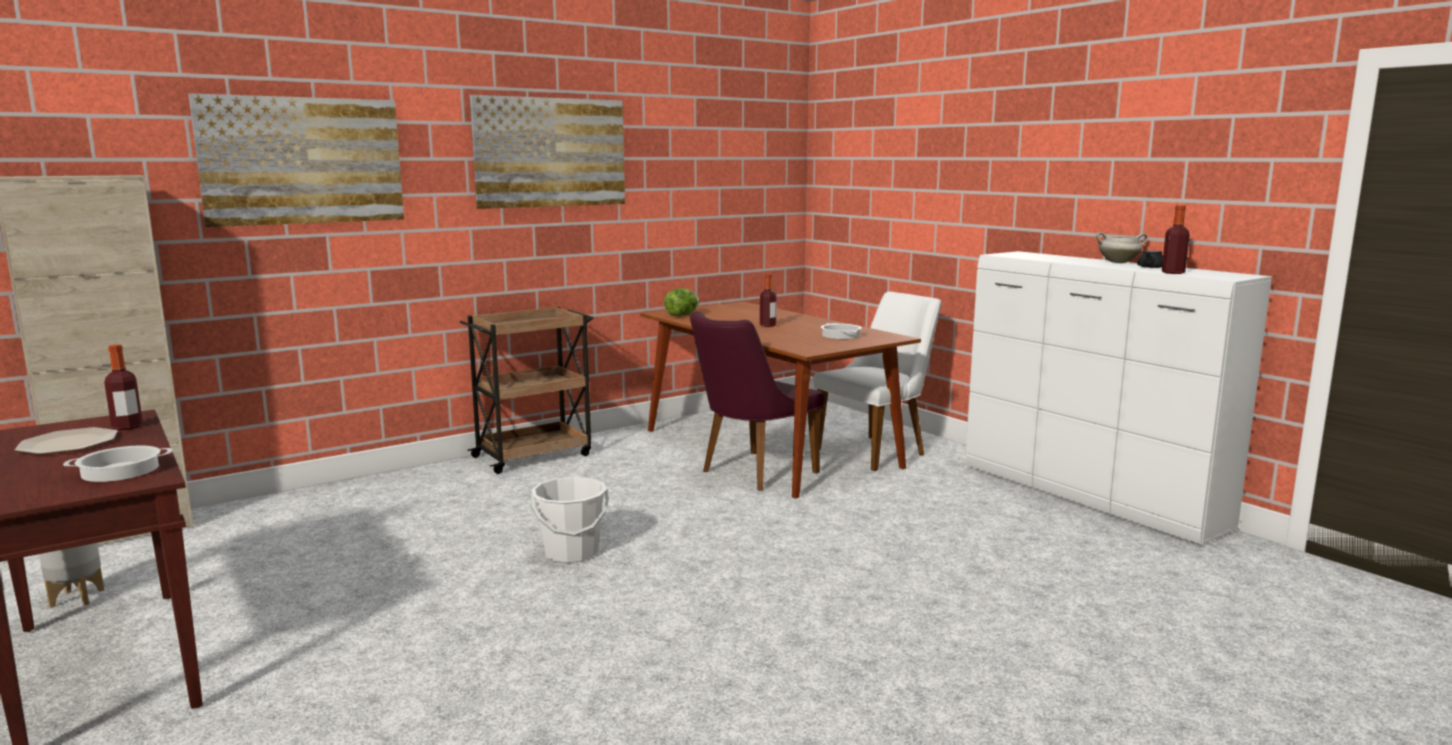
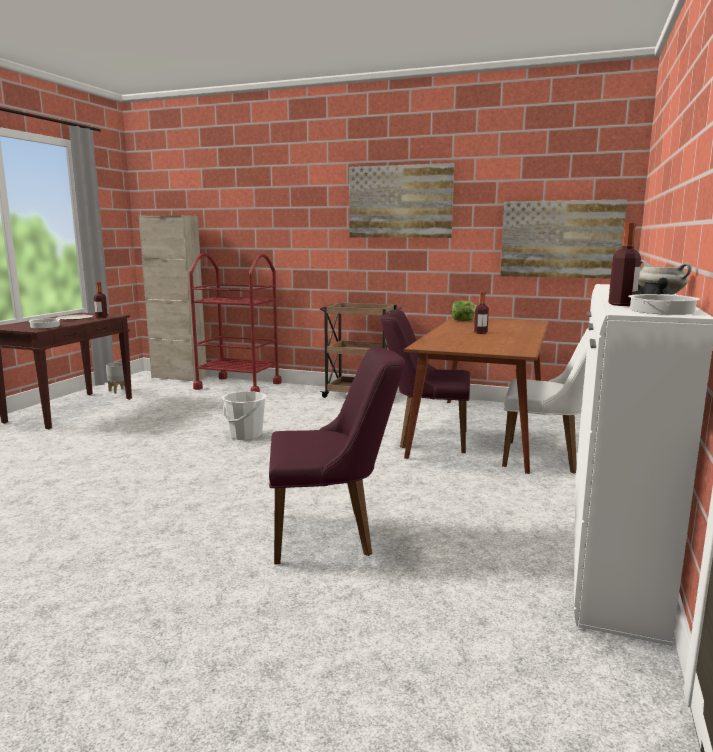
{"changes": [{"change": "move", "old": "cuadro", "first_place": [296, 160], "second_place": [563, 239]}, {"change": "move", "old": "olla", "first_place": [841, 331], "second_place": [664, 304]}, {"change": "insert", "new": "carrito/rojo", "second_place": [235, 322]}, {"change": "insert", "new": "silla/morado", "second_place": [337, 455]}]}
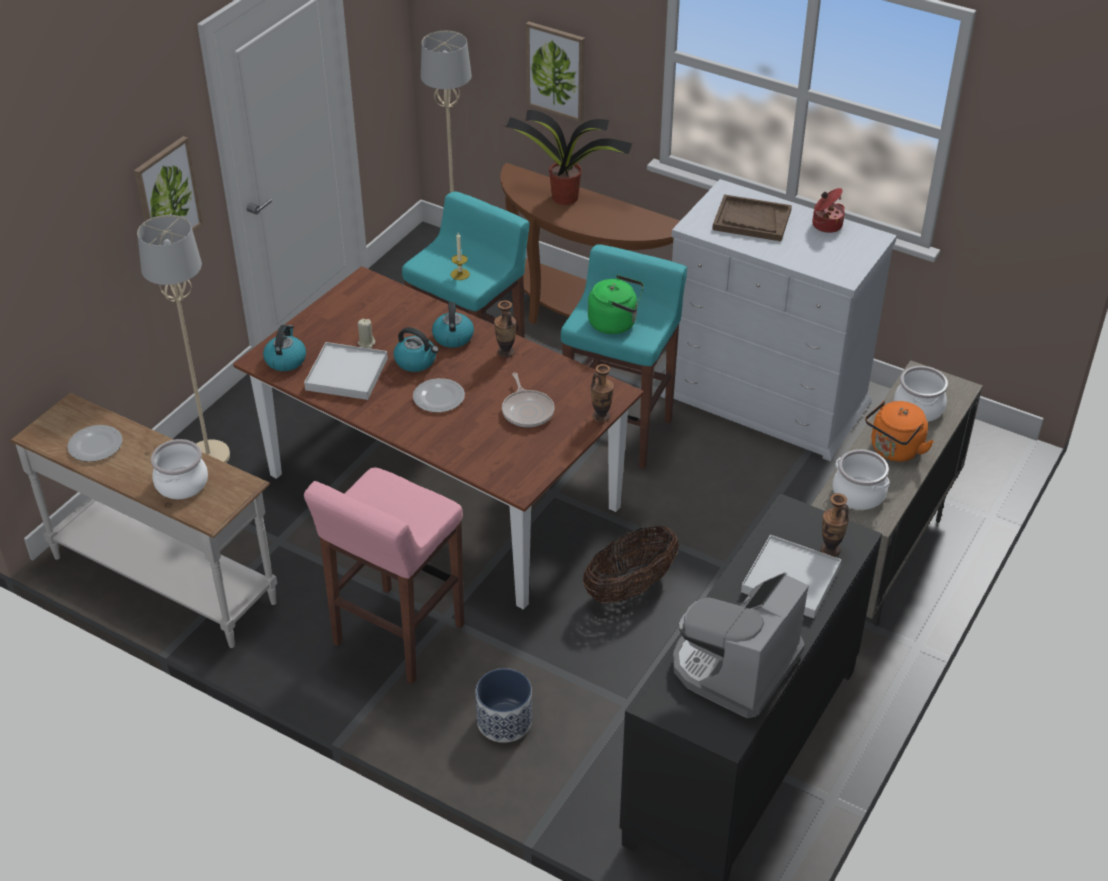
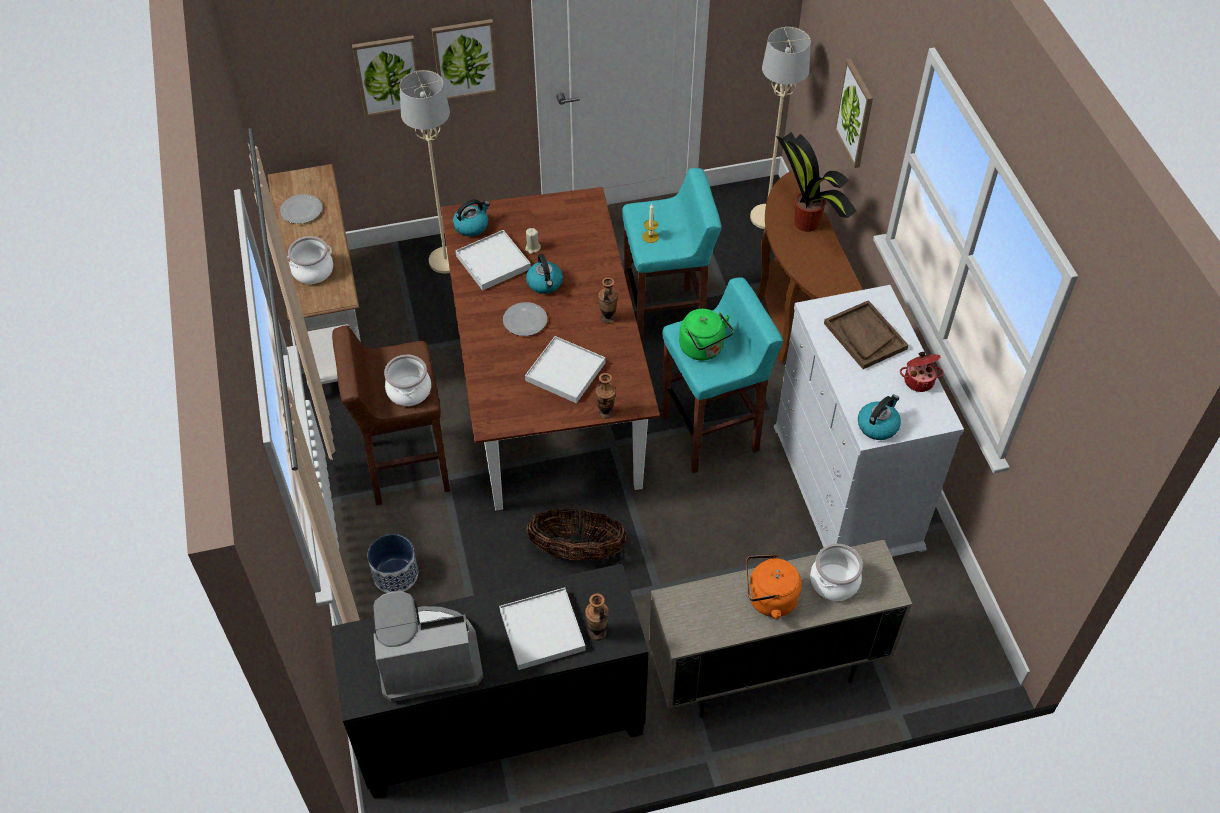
{"changes": [{"change": "recolor", "old": "taburete/rosa", "new": "taburete/marrón", "first_place": [384, 575], "second_place": [391, 415]}, {"change": "move", "old": "hervidor", "first_place": [453, 325], "second_place": [879, 417]}, {"change": "replace", "old": "sartén", "new": "bandeja/blanco", "first_place": [528, 399], "second_place": [565, 369]}, {"change": "move", "old": "olla", "first_place": [861, 479], "second_place": [407, 380]}, {"change": "insert", "new": "cuadro", "second_place": [385, 76]}]}
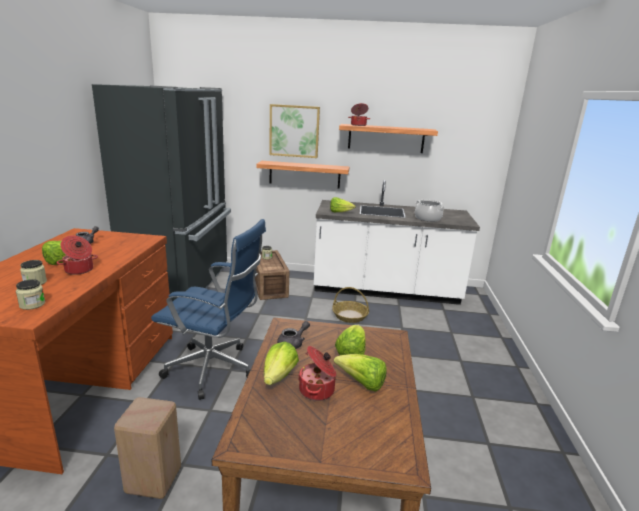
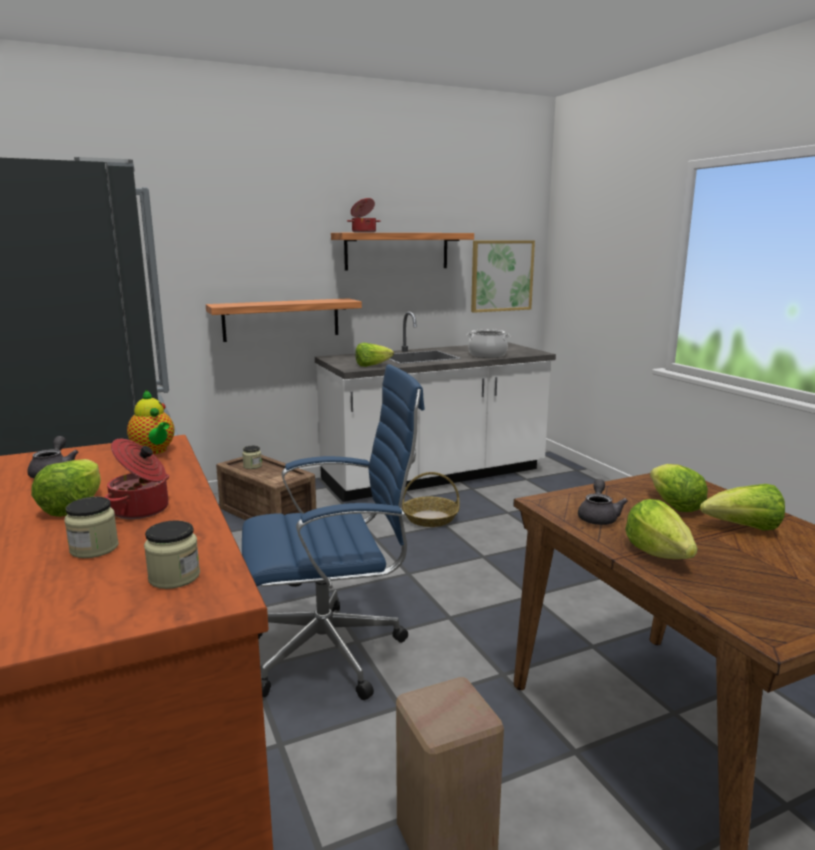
{"changes": [{"change": "move", "old": "cuadro", "first_place": [294, 131], "second_place": [503, 276]}, {"change": "delete", "old": "olla", "first_place": [317, 373]}, {"change": "insert", "new": "tetera", "second_place": [151, 421]}]}
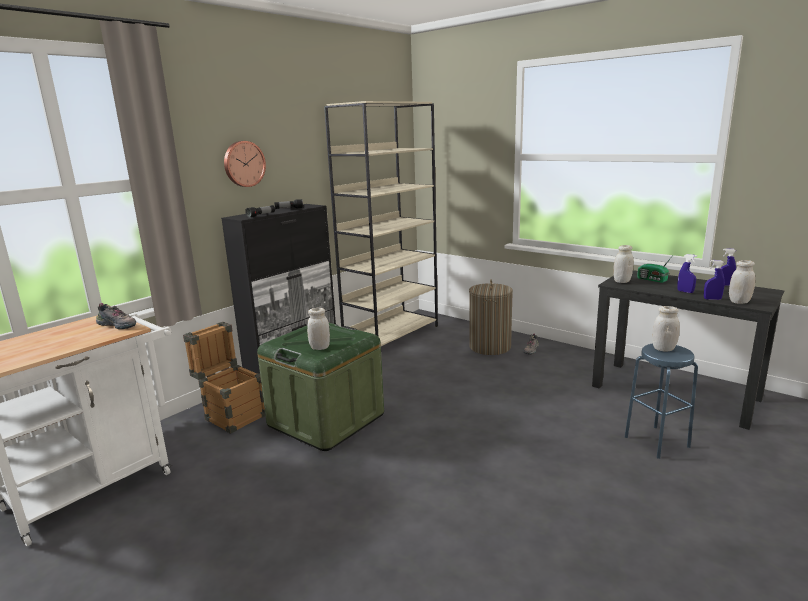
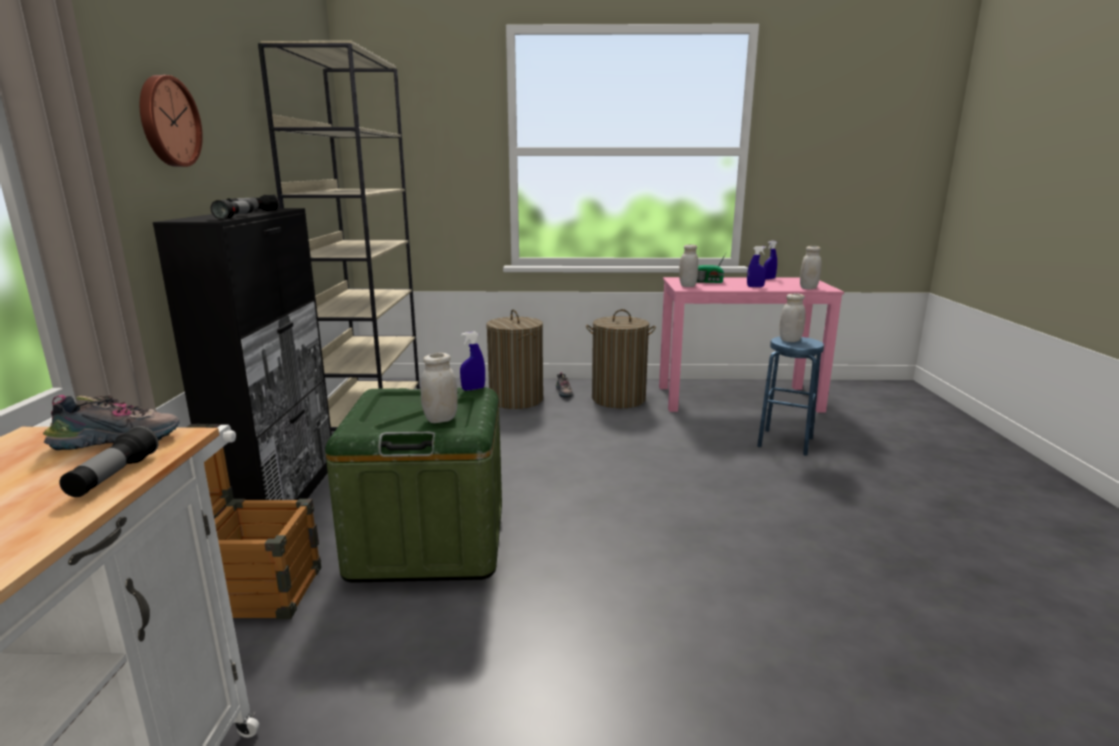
{"changes": [{"change": "recolor", "old": "escritorio/negro", "new": "escritorio/rosa", "first_place": [688, 350], "second_place": [751, 345]}, {"change": "move", "old": "pulverizador/azul", "first_place": [714, 280], "second_place": [472, 361]}, {"change": "insert", "new": "linterna", "second_place": [109, 461]}, {"change": "insert", "new": "cesto de la ropa", "second_place": [621, 358]}]}
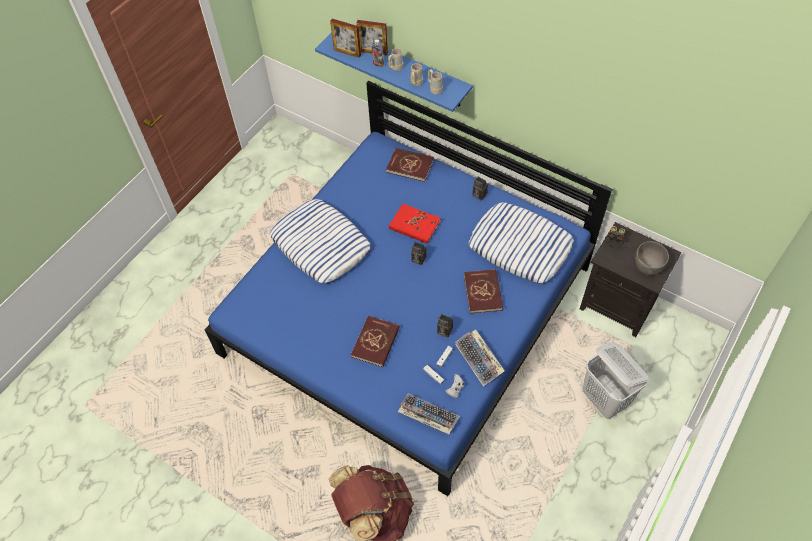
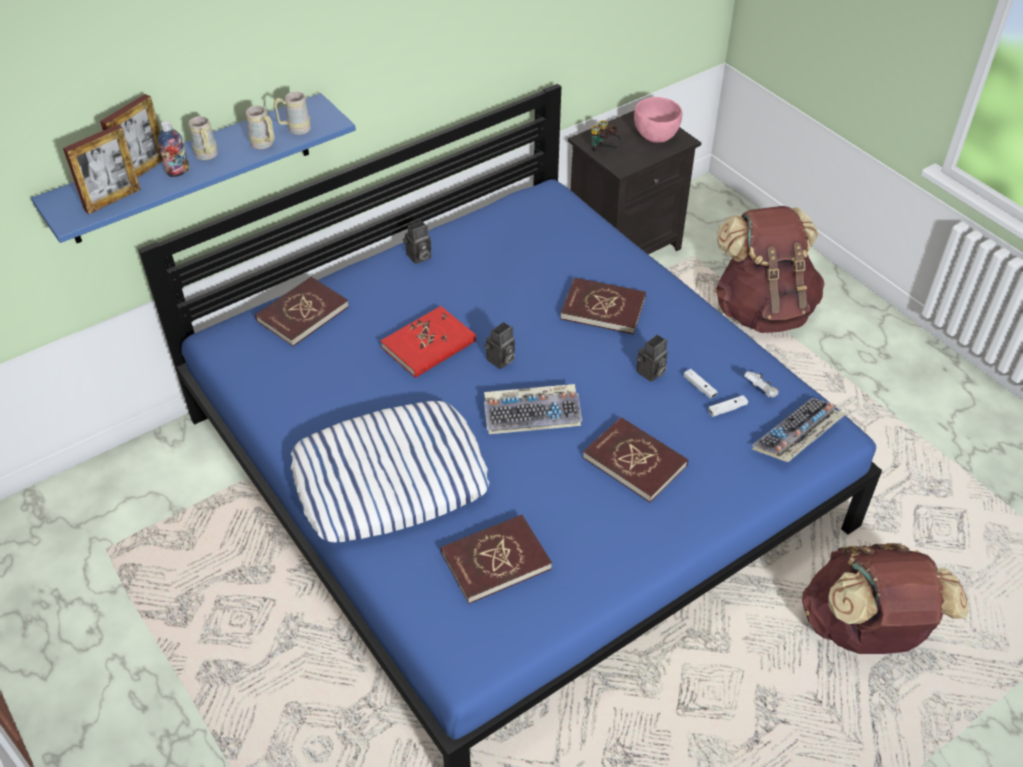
{"changes": [{"change": "move", "old": "teclado", "first_place": [480, 358], "second_place": [533, 409]}, {"change": "delete", "old": "cojín", "first_place": [521, 242]}, {"change": "replace", "old": "cesto de la ropa/blanco", "new": "mochila/marrón", "first_place": [616, 381], "second_place": [769, 269]}, {"change": "recolor", "old": "cuenco/gris", "new": "cuenco/rosa", "first_place": [652, 258], "second_place": [658, 120]}, {"change": "insert", "new": "libro/rojo", "second_place": [496, 559]}]}
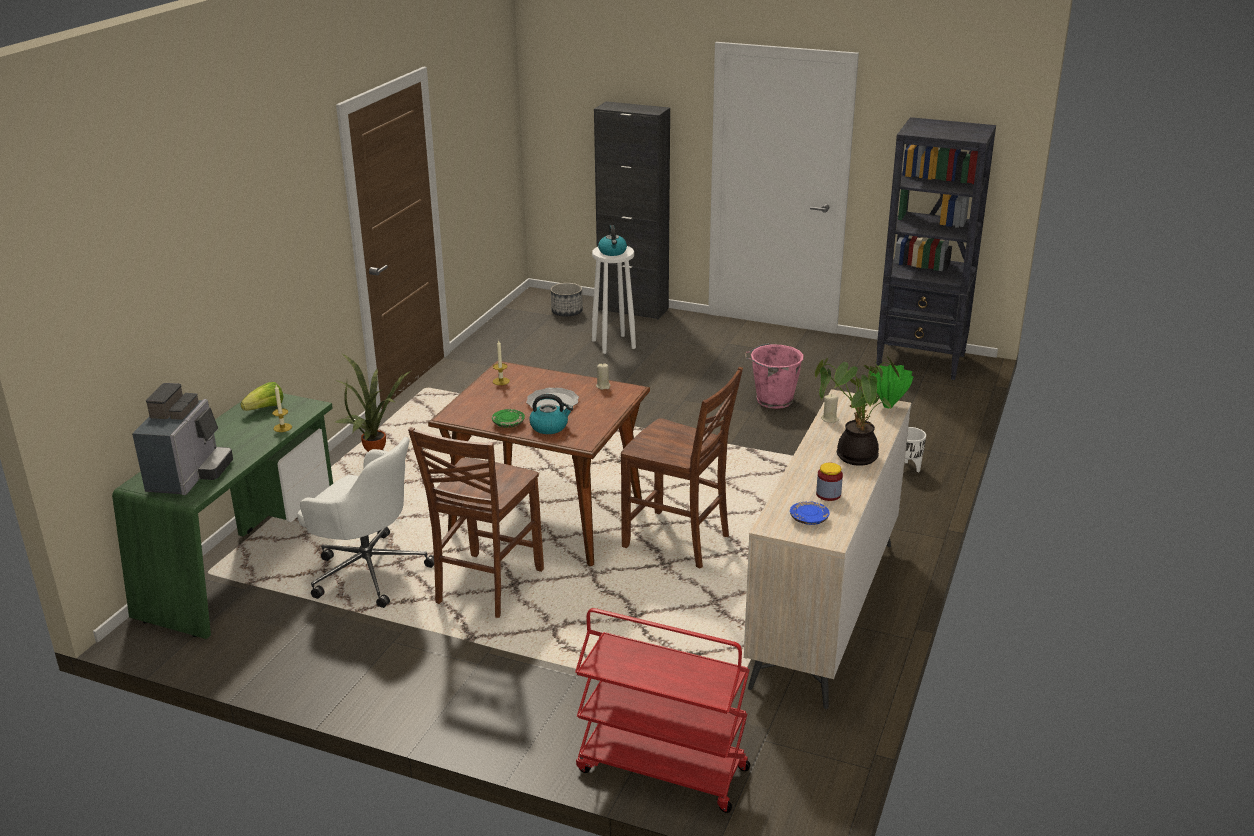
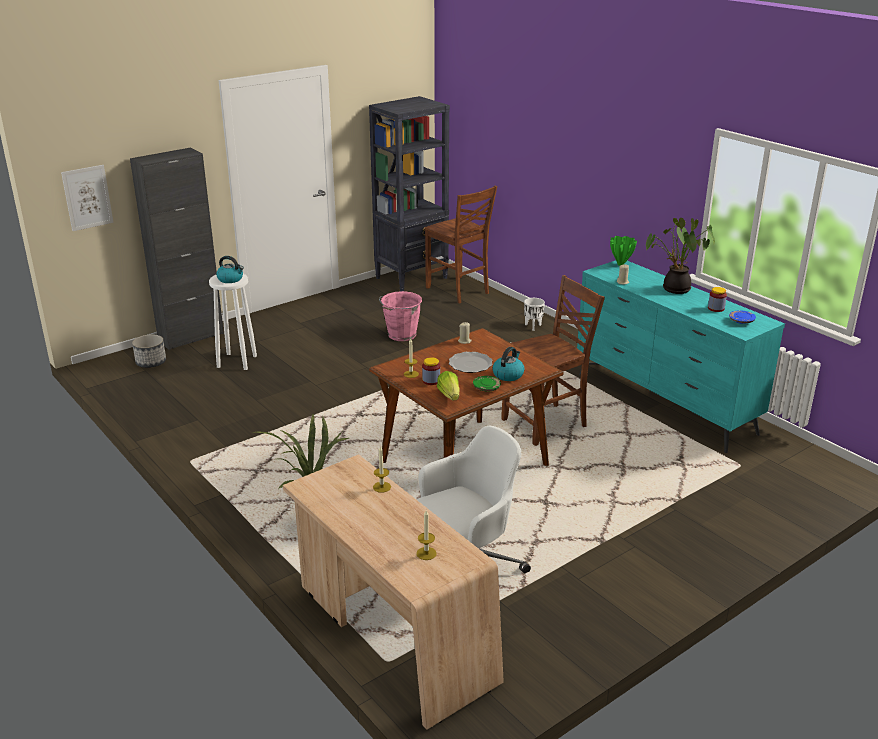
{"changes": [{"change": "recolor", "old": "escritorio/verde", "new": "escritorio/beis", "first_place": [222, 516], "second_place": [393, 591]}, {"change": "replace", "old": "cafetera", "new": "vela", "first_place": [182, 439], "second_place": [426, 535]}, {"change": "move", "old": "lechuga", "first_place": [261, 396], "second_place": [448, 385]}, {"change": "move", "old": "silla/marrón", "first_place": [476, 522], "second_place": [461, 244]}, {"change": "delete", "old": "carrito/rojo", "first_place": [663, 710]}, {"change": "recolor", "old": "cómoda/beis", "new": "cómoda/turquesa", "first_place": [827, 549], "second_place": [681, 356]}, {"change": "insert", "new": "cuadro", "second_place": [87, 198]}, {"change": "insert", "new": "tarro", "second_place": [431, 371]}]}
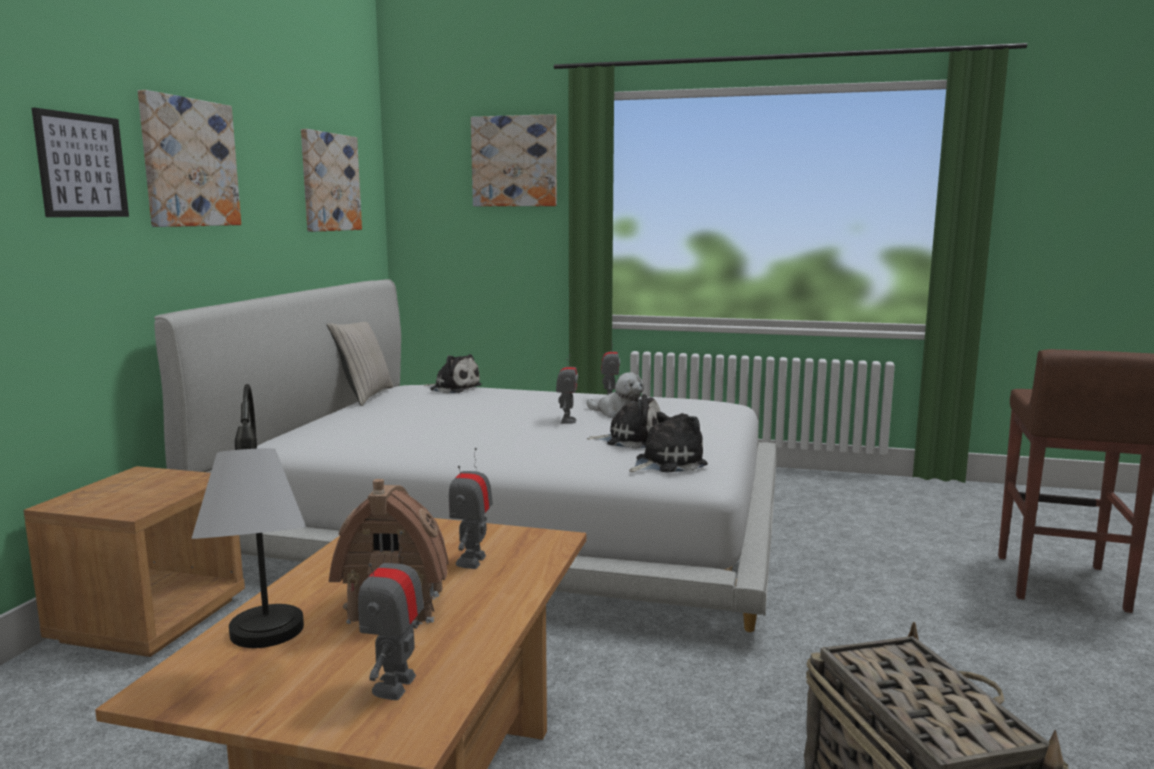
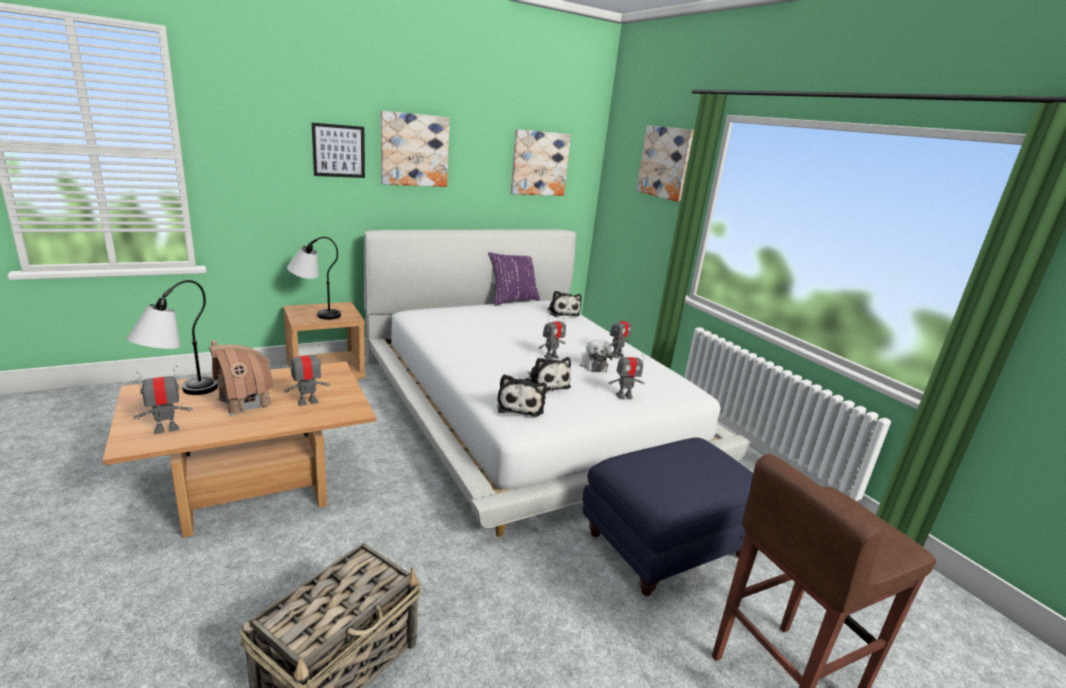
{"changes": [{"change": "recolor", "old": "cojín/beis", "new": "cojín/morado", "first_place": [360, 364], "second_place": [514, 279]}, {"change": "rotate", "old": "peluche", "first_place": [668, 442], "second_place": [522, 395], "degrees": 75}, {"change": "insert", "new": "lámpara de mesa", "second_place": [314, 278]}, {"change": "insert", "new": "puf/azul", "second_place": [668, 516]}, {"change": "insert", "new": "robot de juguete", "second_place": [627, 374]}]}
